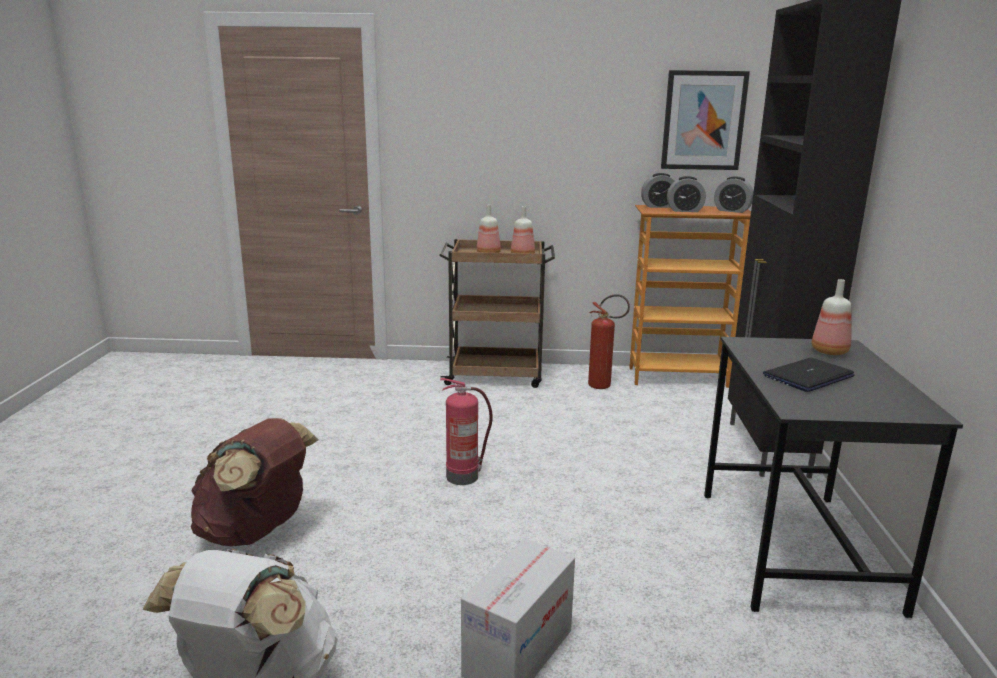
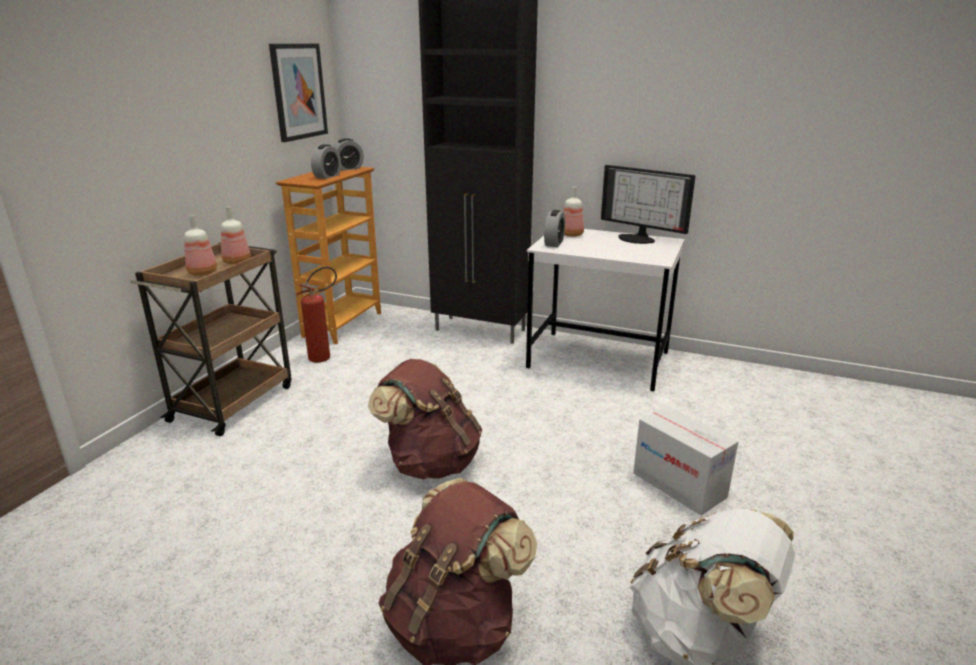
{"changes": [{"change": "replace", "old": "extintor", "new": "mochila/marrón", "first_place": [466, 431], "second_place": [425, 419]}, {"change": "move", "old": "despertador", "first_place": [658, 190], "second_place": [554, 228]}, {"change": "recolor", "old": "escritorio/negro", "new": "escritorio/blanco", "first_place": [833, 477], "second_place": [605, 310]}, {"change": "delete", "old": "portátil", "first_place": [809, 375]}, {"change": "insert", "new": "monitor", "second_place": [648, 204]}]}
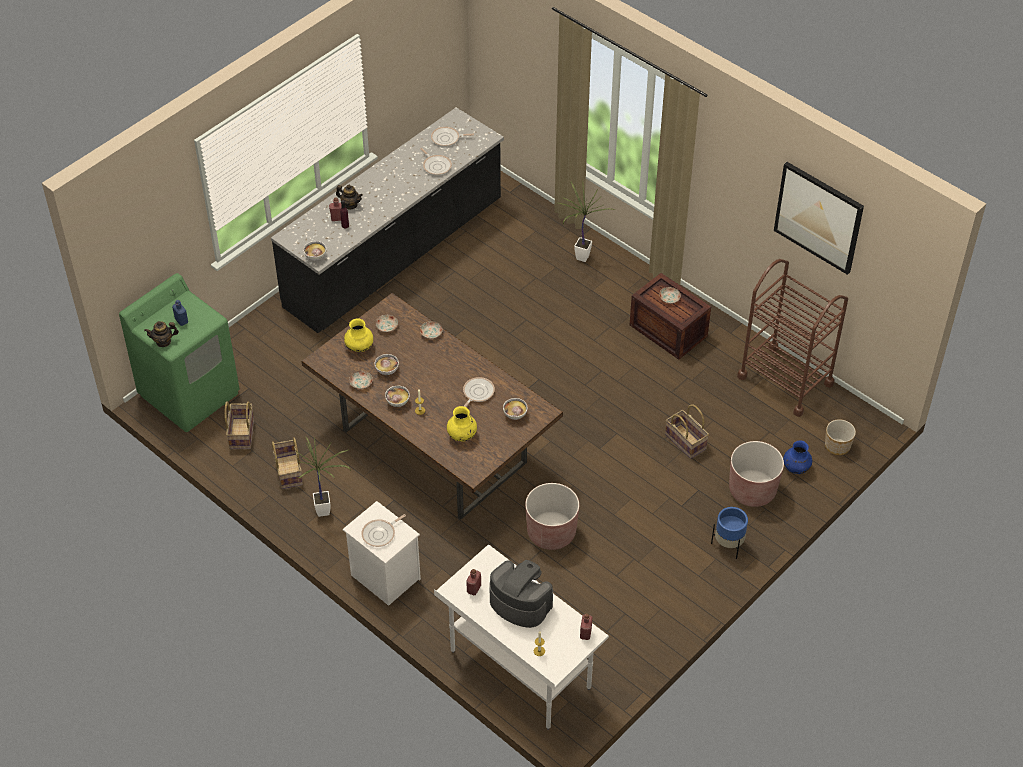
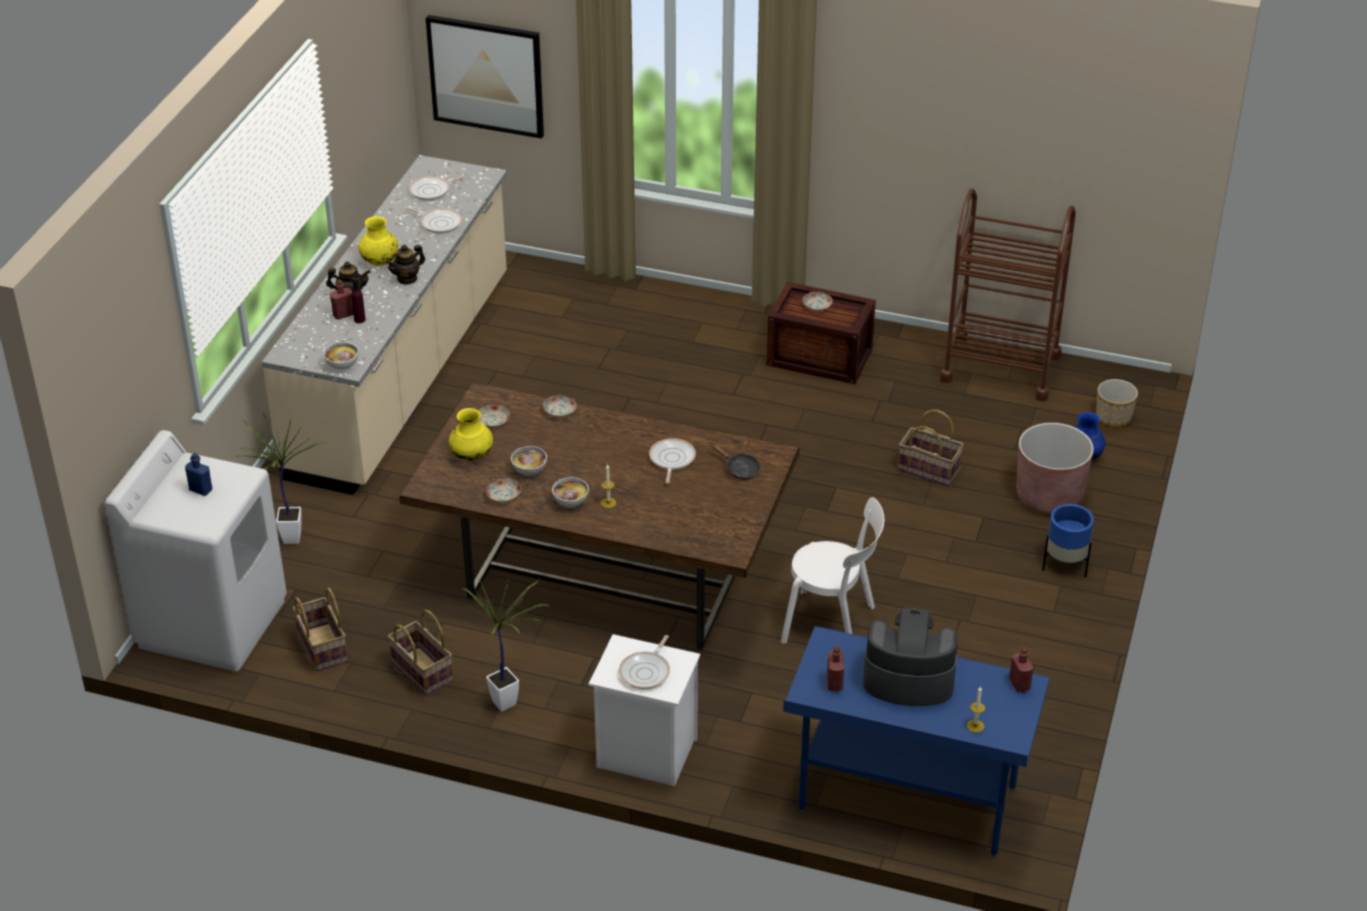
{"changes": [{"change": "recolor", "old": "lavadora/verde", "new": "lavadora/blanco", "first_place": [179, 352], "second_place": [196, 550]}, {"change": "move", "old": "tetera", "first_place": [161, 334], "second_place": [405, 265]}, {"change": "recolor", "old": "mueble bajo de cocina/negro", "new": "mueble bajo de cocina/beis", "first_place": [387, 220], "second_place": [384, 325]}, {"change": "recolor", "old": "escritorio/blanco", "new": "escritorio/azul", "first_place": [521, 637], "second_place": [916, 742]}, {"change": "move", "old": "florero/amarillo", "first_place": [462, 423], "second_place": [378, 241]}, {"change": "replace", "old": "cuenco", "new": "sartén/negro", "first_place": [515, 409], "second_place": [735, 461]}, {"change": "replace", "old": "maceta/marrón", "new": "silla/blanco", "first_place": [552, 516], "second_place": [832, 570]}, {"change": "move", "old": "planta en maceta", "first_place": [586, 221], "second_place": [280, 478]}, {"change": "move", "old": "cuadro", "first_place": [819, 218], "second_place": [485, 77]}]}
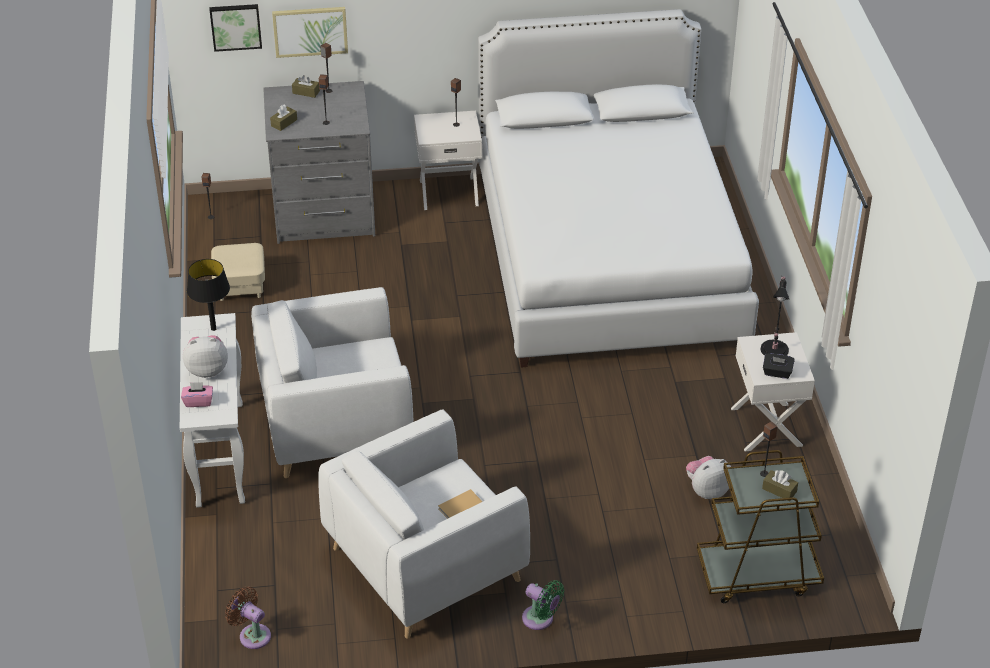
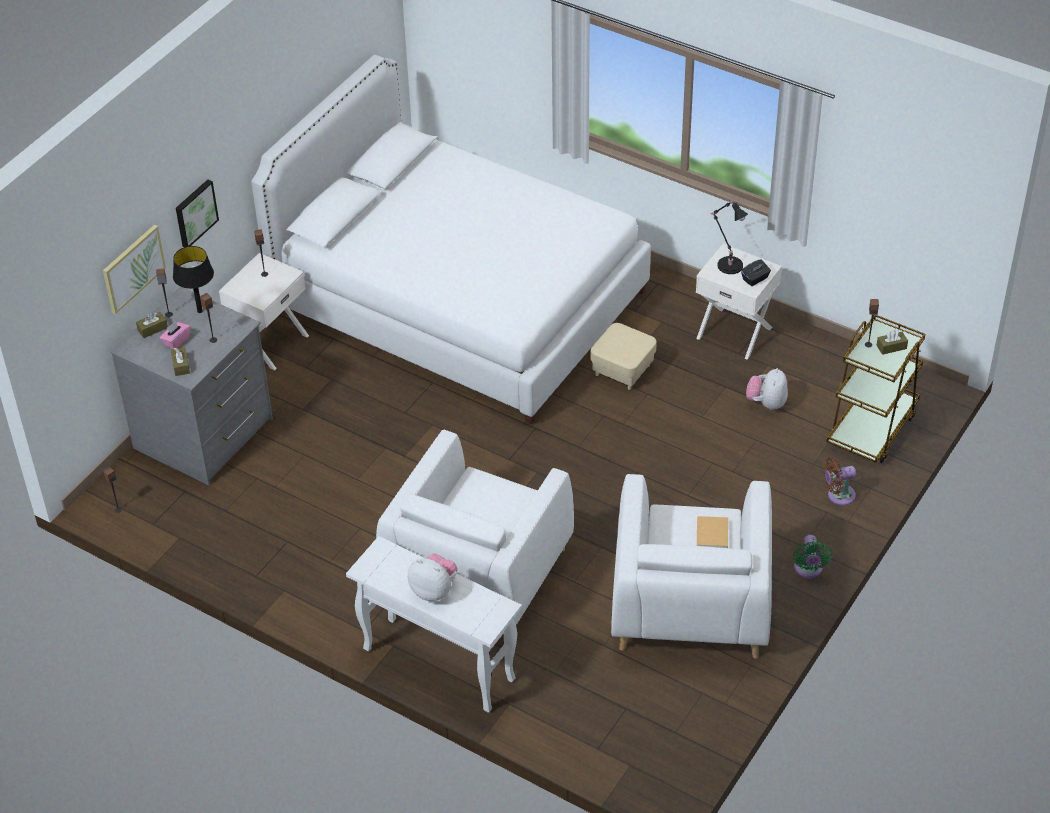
{"changes": [{"change": "move", "old": "caja de pañuelos/rosa", "first_place": [197, 394], "second_place": [175, 335]}, {"change": "rotate", "old": "peluche", "first_place": [205, 356], "second_place": [432, 577], "degrees": 90}, {"change": "move", "old": "lámpara de mesa/negro", "first_place": [208, 295], "second_place": [193, 279]}, {"change": "move", "old": "cuadro", "first_place": [236, 28], "second_place": [197, 213]}, {"change": "move", "old": "puf/beis", "first_place": [238, 272], "second_place": [624, 356]}, {"change": "move", "old": "ventilador/marrón", "first_place": [248, 618], "second_place": [839, 482]}, {"change": "rotate", "old": "ventilador/verde", "first_place": [543, 605], "second_place": [812, 556], "degrees": 105}]}
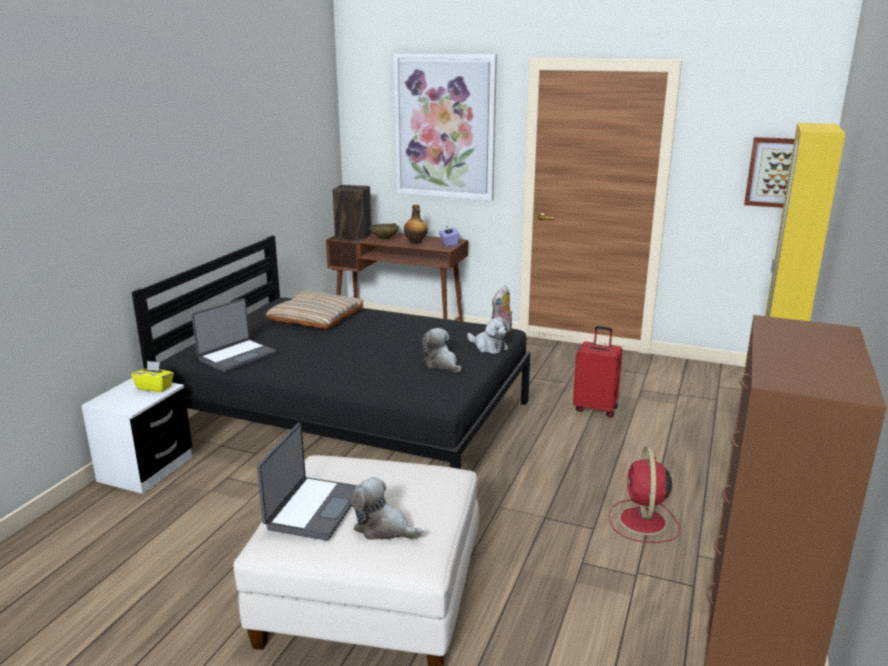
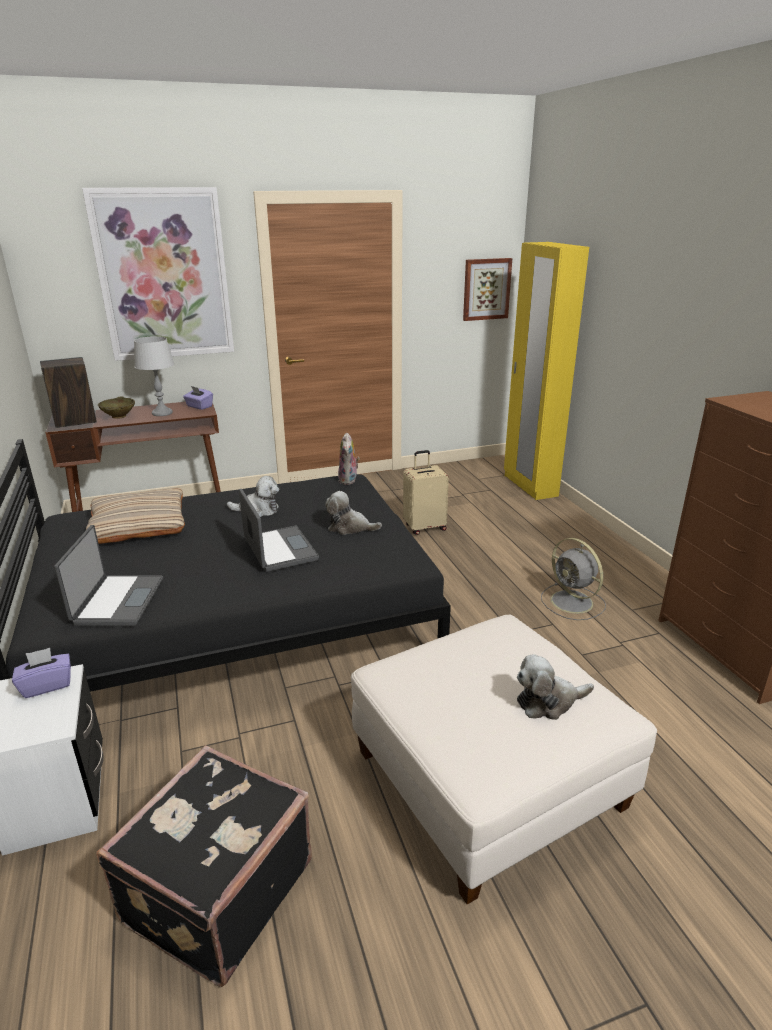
{"changes": [{"change": "recolor", "old": "caja de pañuelos/amarillo", "new": "caja de pañuelos/morado", "first_place": [152, 376], "second_place": [41, 673]}, {"change": "move", "old": "portátil", "first_place": [307, 482], "second_place": [279, 530]}, {"change": "replace", "old": "botella", "new": "lámpara de mesa/gris", "first_place": [416, 224], "second_place": [154, 376]}, {"change": "move", "old": "peluche", "first_place": [488, 335], "second_place": [253, 496]}, {"change": "recolor", "old": "maleta/rojo", "new": "maleta/beis", "first_place": [598, 372], "second_place": [426, 492]}, {"change": "recolor", "old": "ventilador/rojo", "new": "ventilador/gris", "first_place": [644, 494], "second_place": [573, 579]}, {"change": "insert", "new": "maleta/negro", "second_place": [204, 866]}]}
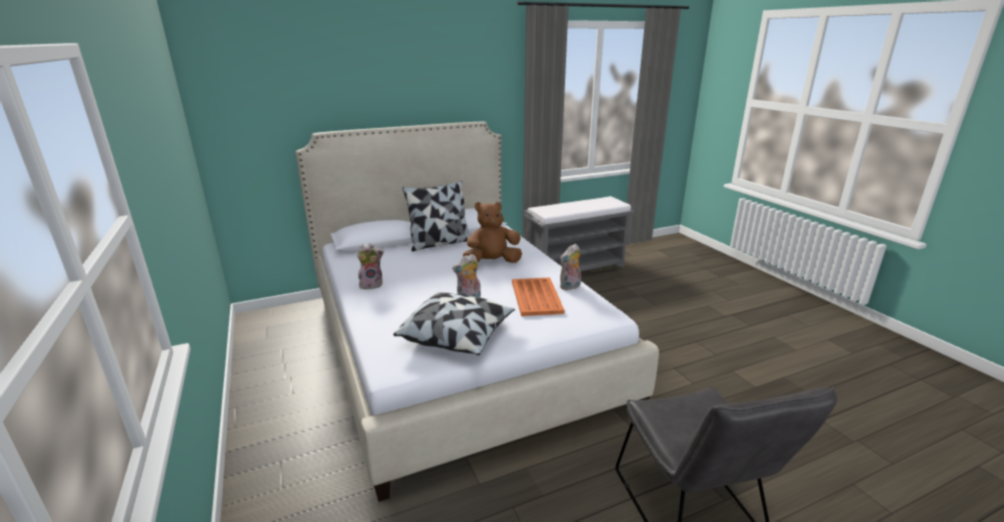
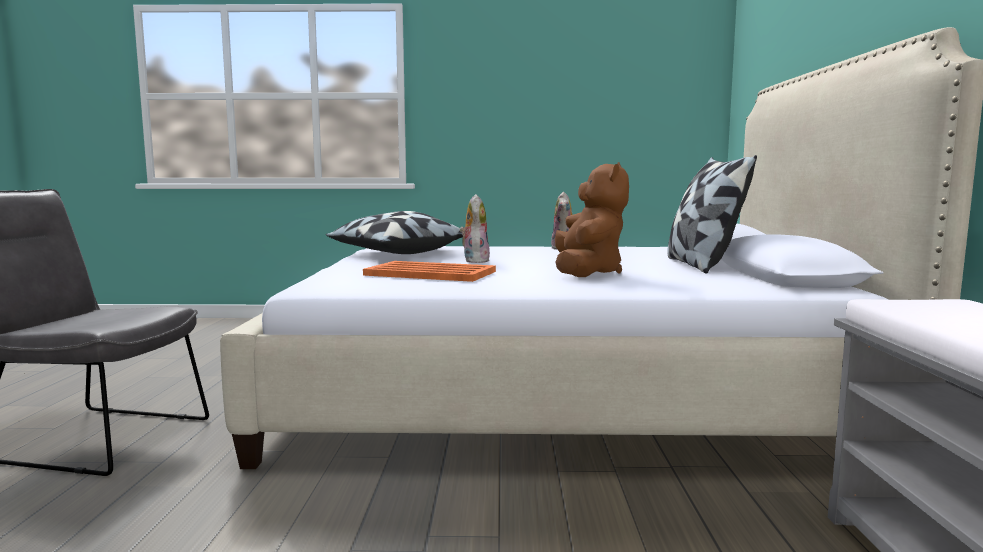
{"changes": [{"change": "delete", "old": "peluche", "first_place": [570, 267]}]}
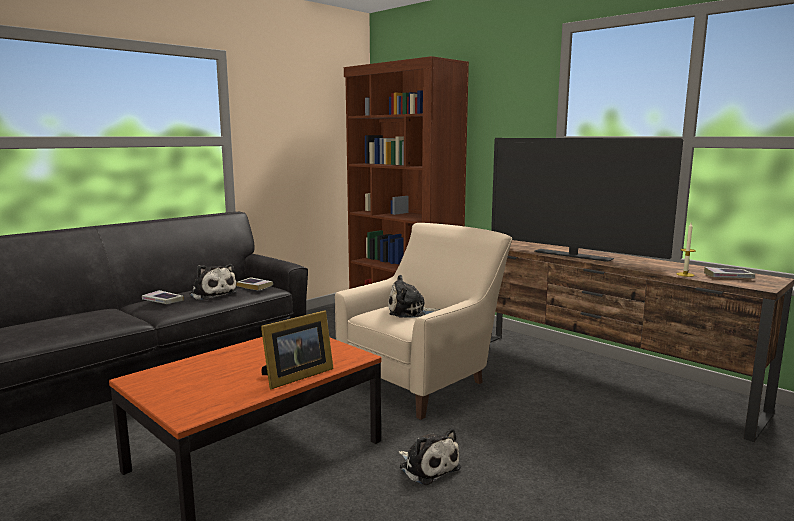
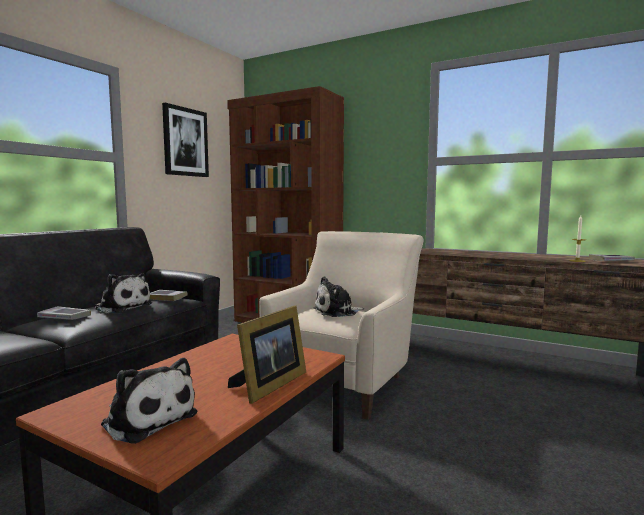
{"changes": [{"change": "move", "old": "peluche", "first_place": [430, 456], "second_place": [149, 401]}, {"change": "delete", "old": "televisor", "first_place": [587, 200]}, {"change": "insert", "new": "cuadro", "second_place": [185, 140]}]}
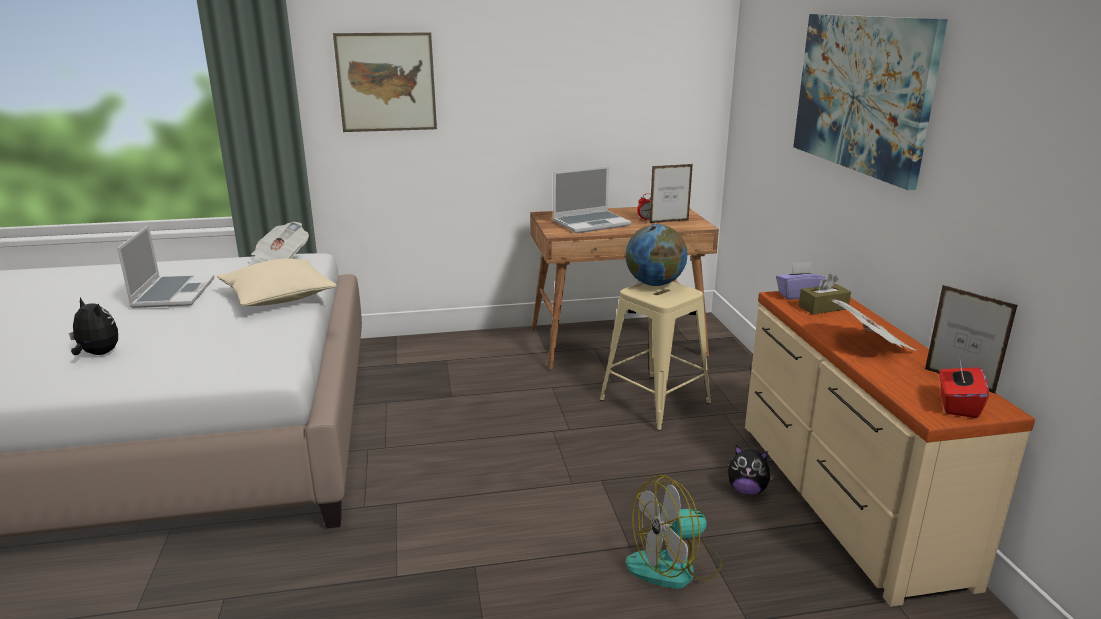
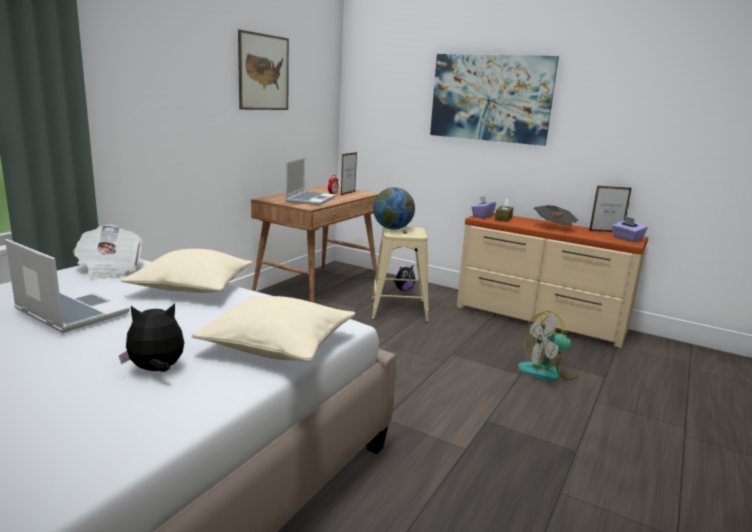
{"changes": [{"change": "move", "old": "cuadro", "first_place": [385, 82], "second_place": [263, 70]}, {"change": "rotate", "old": "ventilador", "first_place": [674, 532], "second_place": [548, 346], "degrees": 60}, {"change": "move", "old": "peluche", "first_place": [751, 470], "second_place": [404, 278]}, {"change": "recolor", "old": "caja de pañuelos/rojo", "new": "caja de pañuelos/morado", "first_place": [964, 389], "second_place": [630, 229]}, {"change": "insert", "new": "cojín/beis", "second_place": [273, 328]}]}
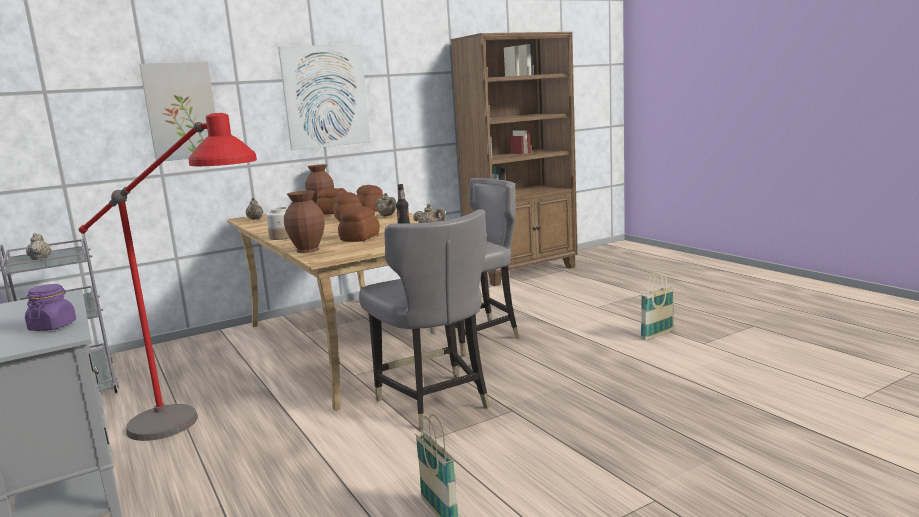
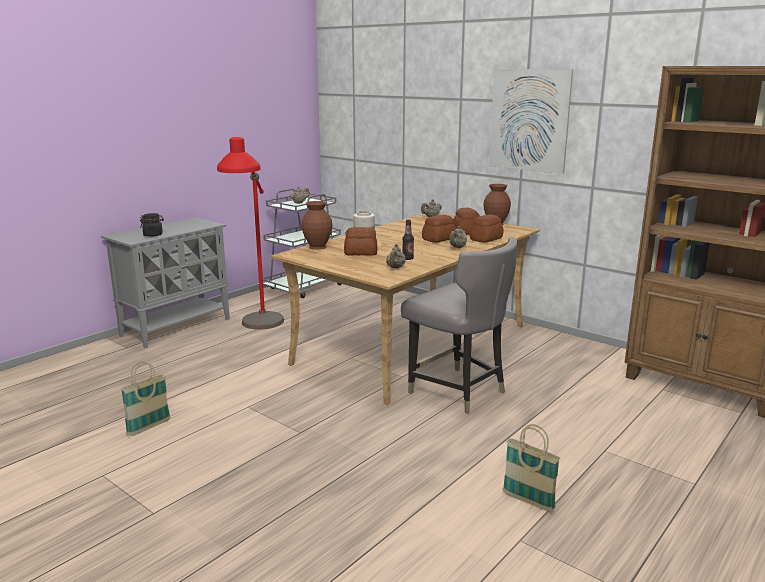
{"changes": [{"change": "recolor", "old": "tarro/morado", "new": "tarro/negro", "first_place": [50, 307], "second_place": [152, 225]}, {"change": "delete", "old": "cuadro", "first_place": [177, 111]}, {"change": "delete", "old": "silla/gris", "first_place": [424, 319]}]}
